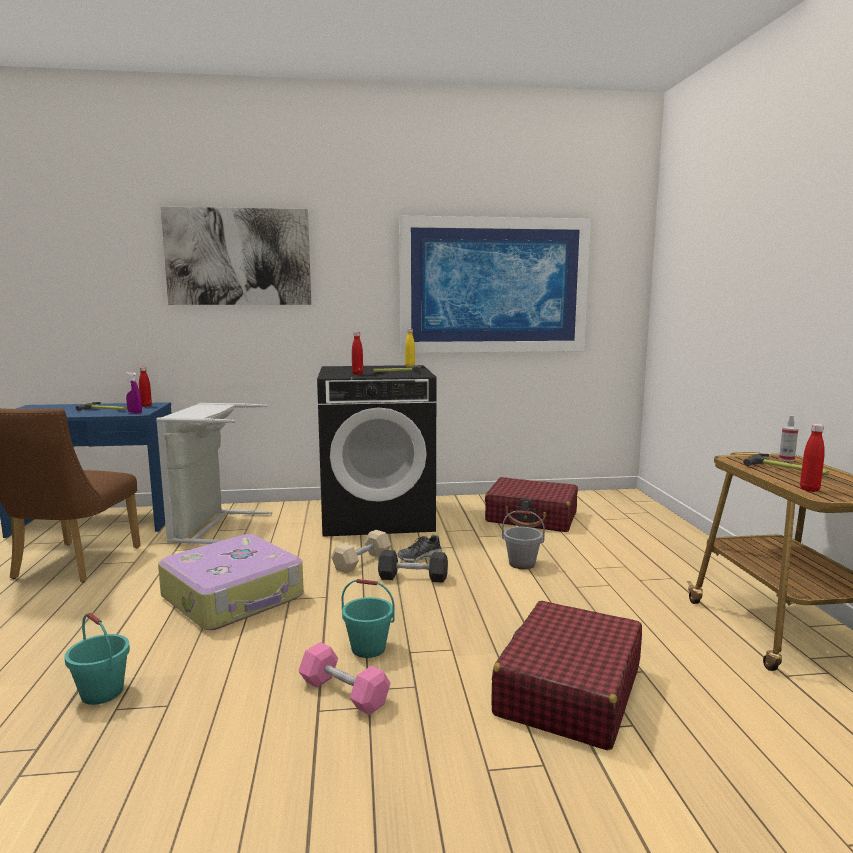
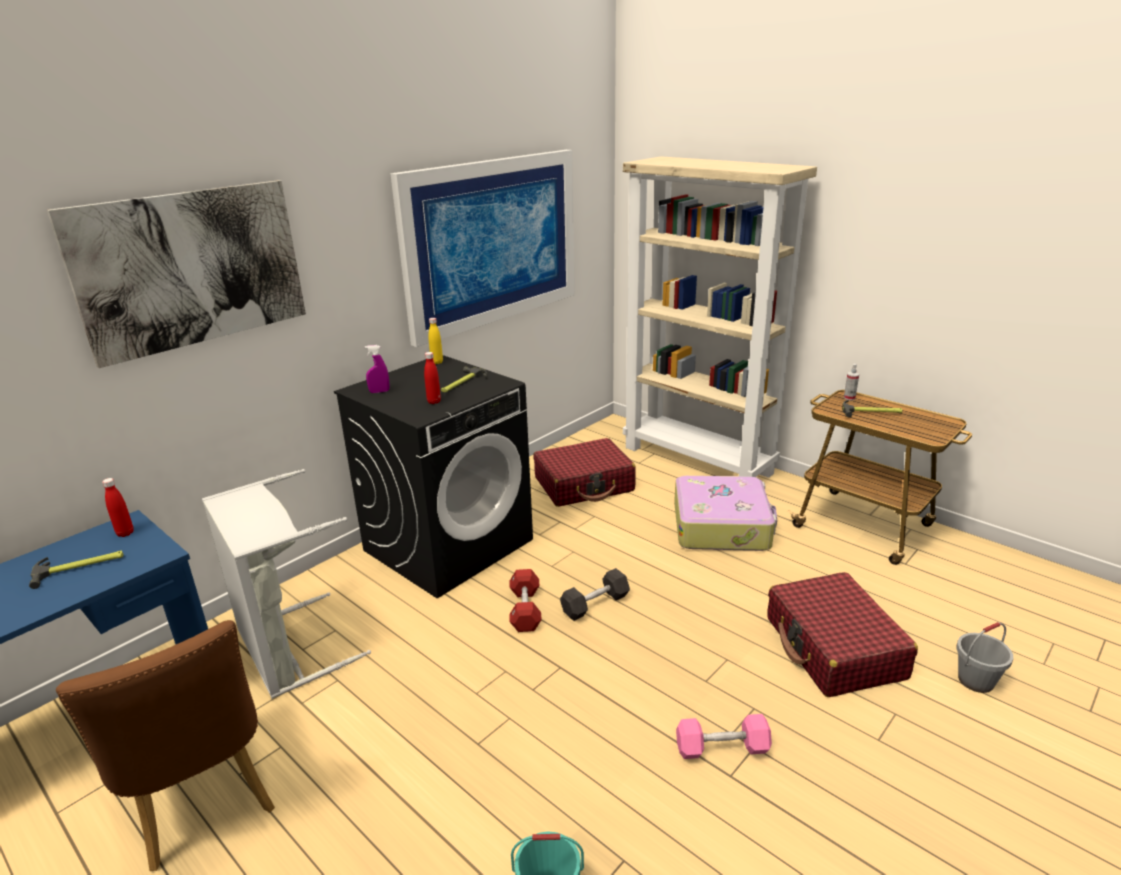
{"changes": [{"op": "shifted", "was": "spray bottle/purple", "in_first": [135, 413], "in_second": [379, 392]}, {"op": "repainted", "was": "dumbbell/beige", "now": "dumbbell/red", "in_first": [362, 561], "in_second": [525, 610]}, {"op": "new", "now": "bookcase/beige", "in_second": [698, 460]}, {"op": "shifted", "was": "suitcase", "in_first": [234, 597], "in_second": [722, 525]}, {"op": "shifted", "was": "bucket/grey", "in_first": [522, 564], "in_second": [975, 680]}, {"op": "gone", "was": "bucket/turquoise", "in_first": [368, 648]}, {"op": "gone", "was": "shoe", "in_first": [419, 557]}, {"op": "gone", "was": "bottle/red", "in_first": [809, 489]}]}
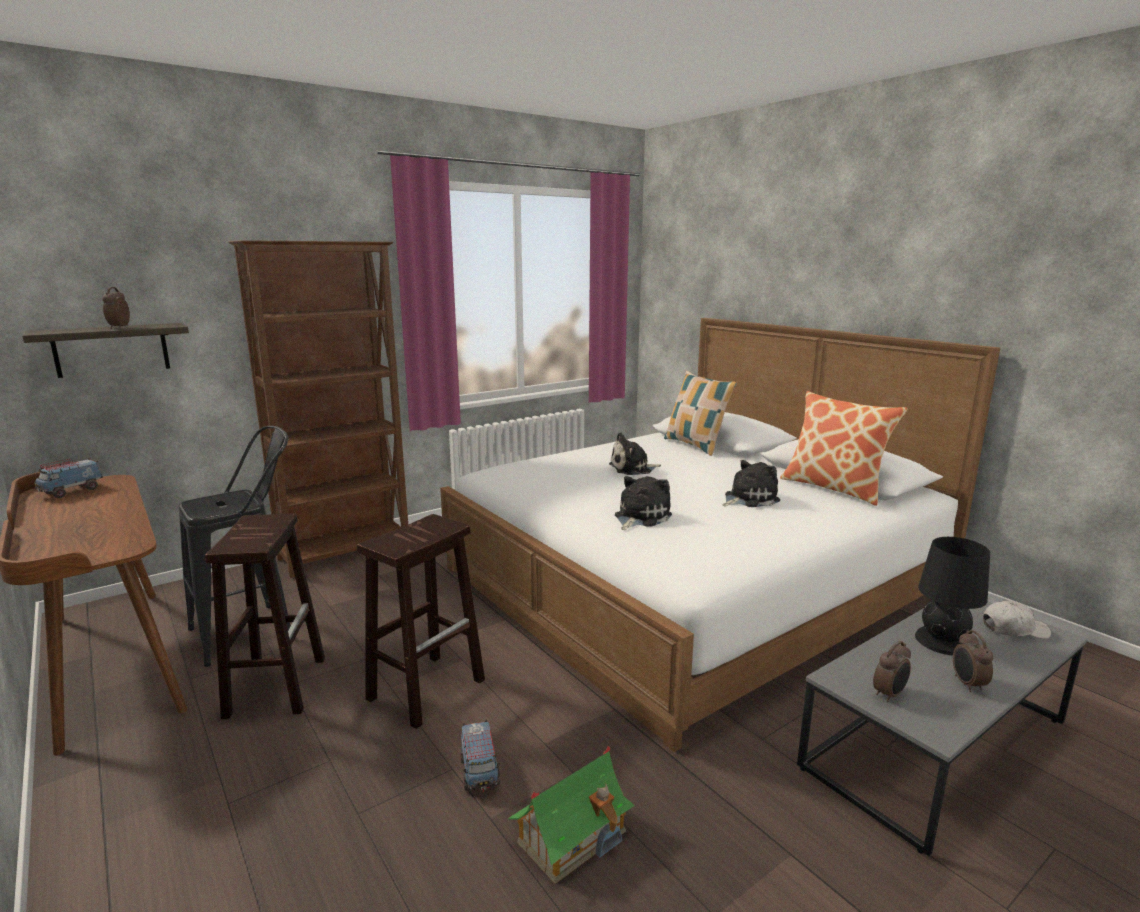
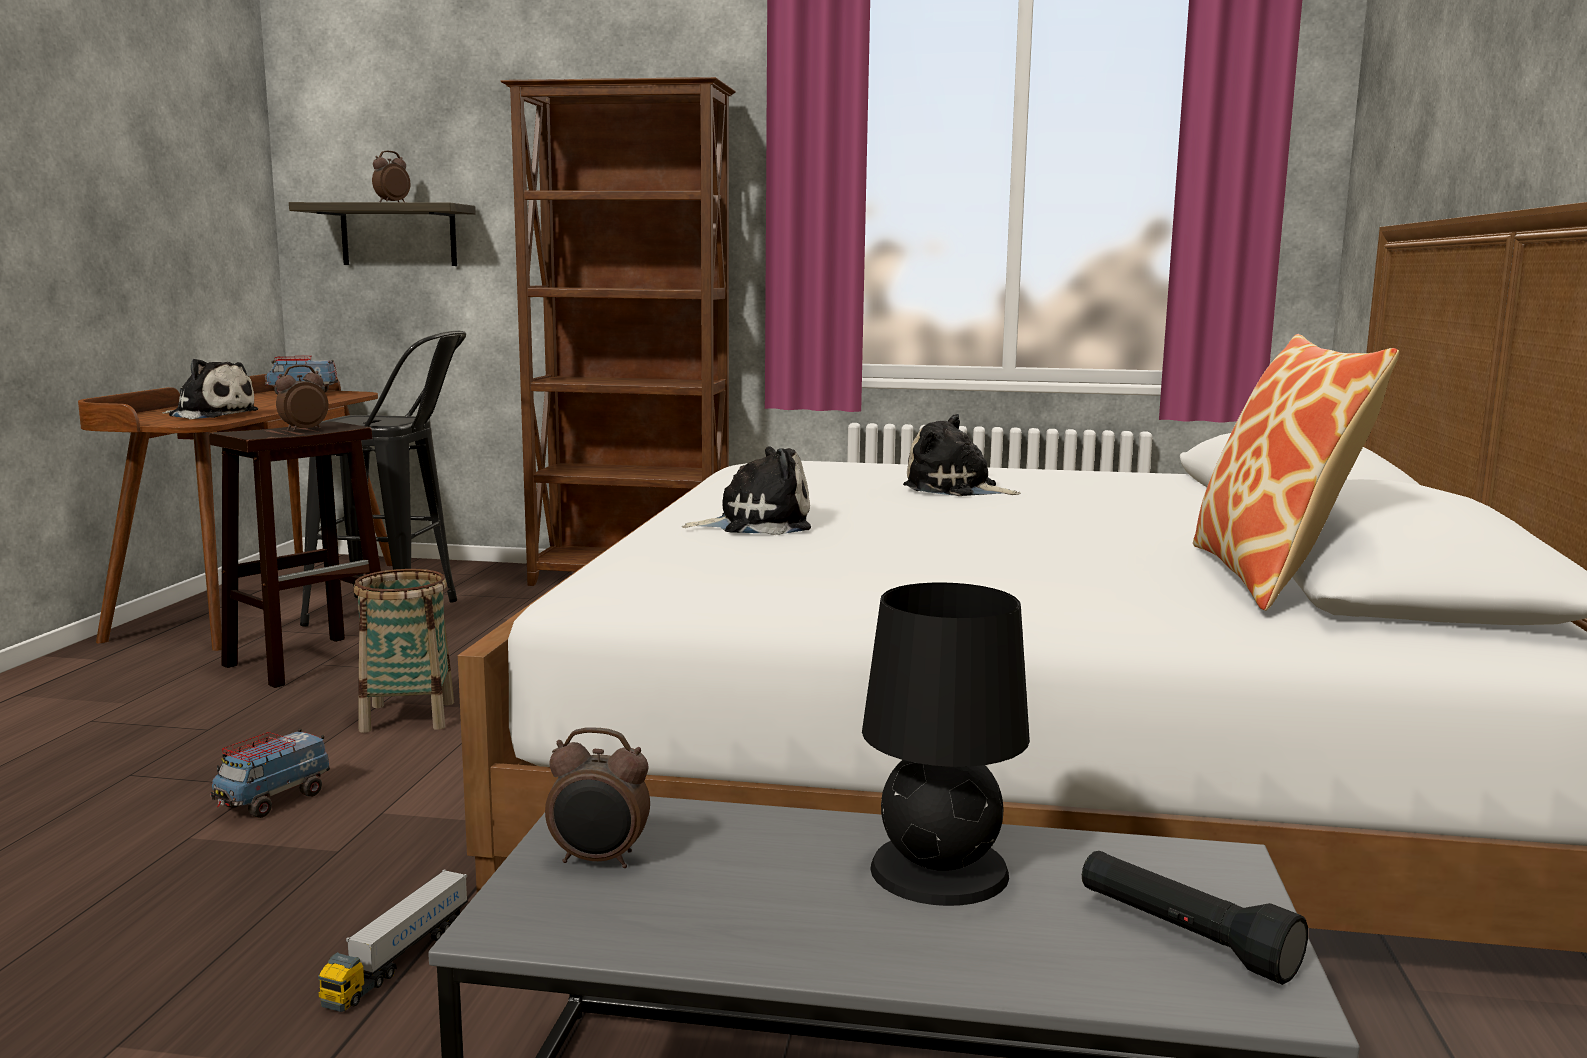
{"changes": [{"op": "shifted", "was": "plush toy", "in_first": [748, 499], "in_second": [210, 415]}, {"op": "shifted", "was": "alarm clock", "in_first": [967, 684], "in_second": [303, 430]}, {"op": "new", "now": "toy truck", "in_second": [398, 960]}, {"op": "swapped", "was": "stool/brown", "now": "basket", "in_first": [427, 688], "in_second": [408, 716]}, {"op": "swapped", "was": "cap/white", "now": "flashlight/black", "in_first": [1014, 629], "in_second": [1183, 937]}, {"op": "gone", "was": "toy house", "in_first": [572, 836]}, {"op": "gone", "was": "pillow", "in_first": [696, 445]}]}
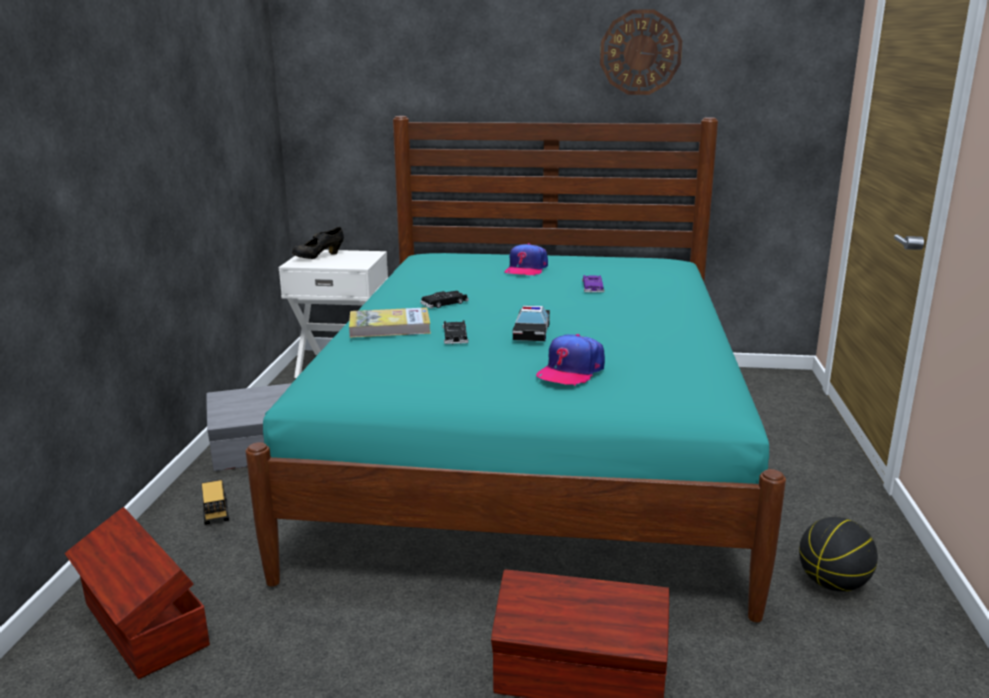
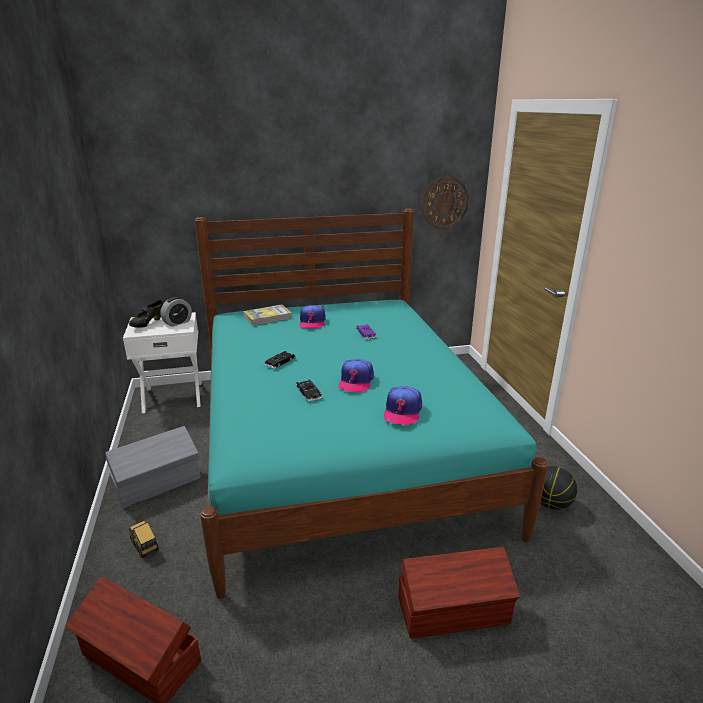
{"changes": [{"op": "new", "now": "alarm clock", "in_second": [177, 323]}, {"op": "shifted", "was": "book", "in_first": [389, 327], "in_second": [267, 317]}, {"op": "swapped", "was": "toy car", "now": "cap", "in_first": [531, 333], "in_second": [355, 381]}, {"op": "shifted", "was": "wall clock", "in_first": [640, 52], "in_second": [444, 203]}]}
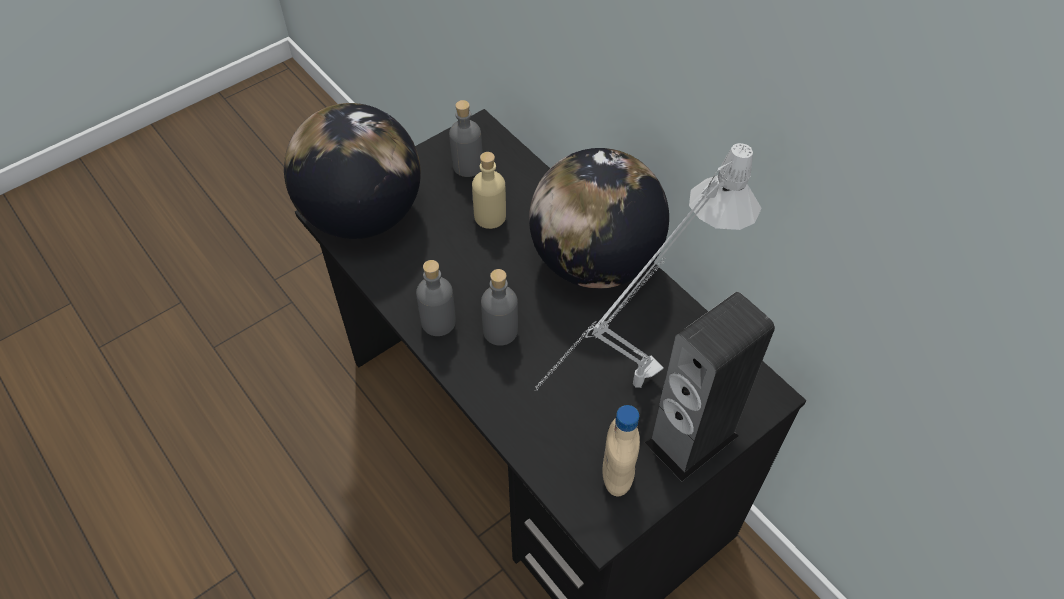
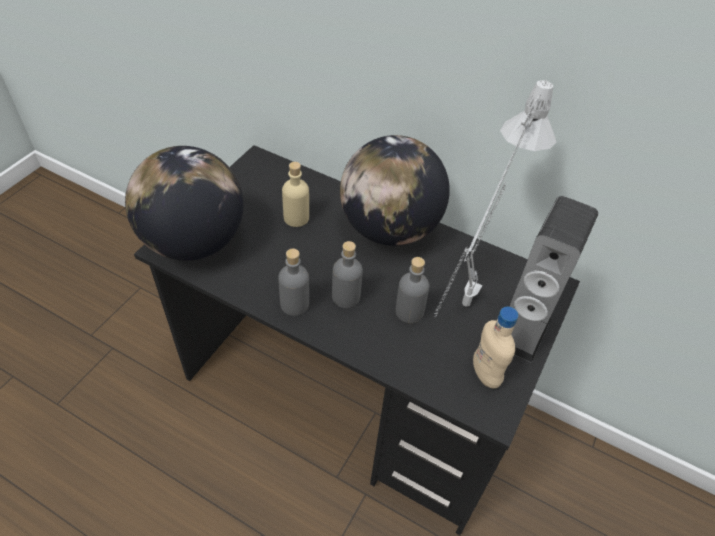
{"changes": [{"op": "shifted", "was": "bottle/grey", "in_first": [467, 166], "in_second": [409, 311]}]}
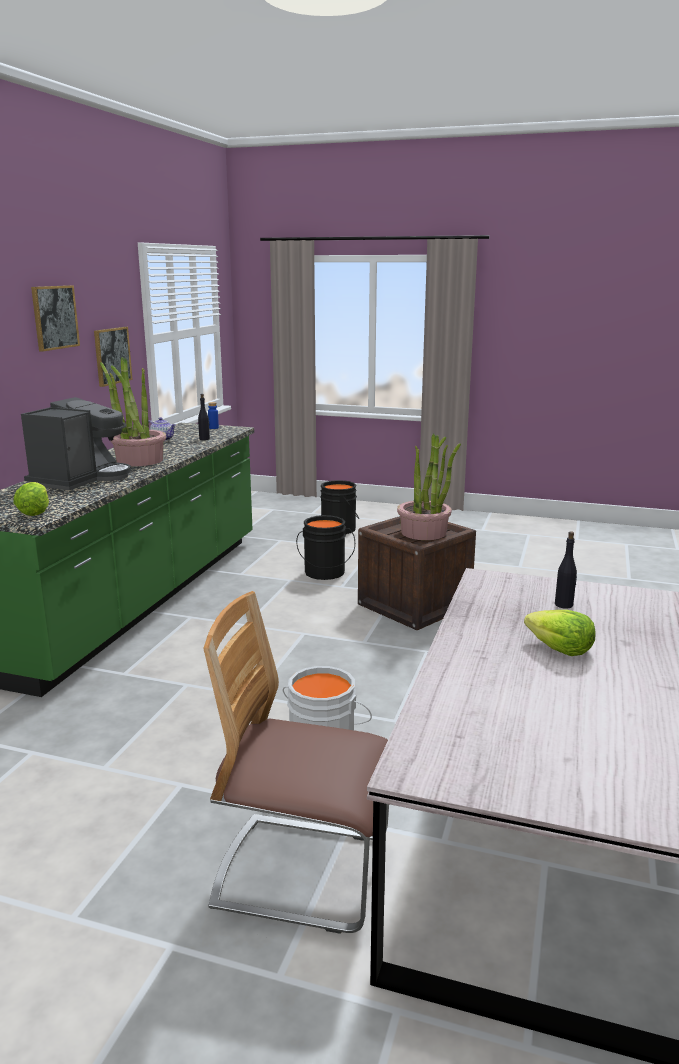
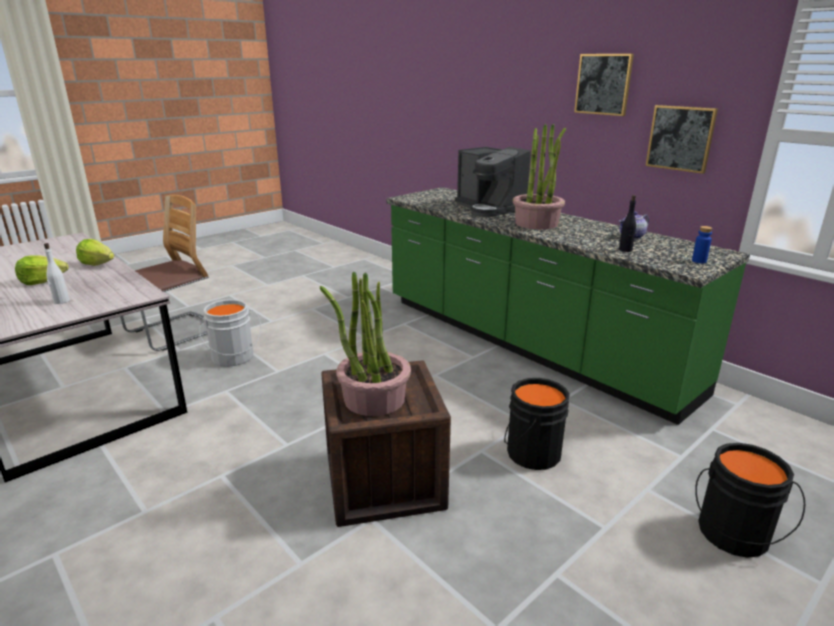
{"changes": [{"op": "repainted", "was": "bottle/black", "now": "bottle/white", "in_first": [564, 605], "in_second": [61, 301]}, {"op": "shifted", "was": "lettuce", "in_first": [34, 512], "in_second": [97, 264]}]}
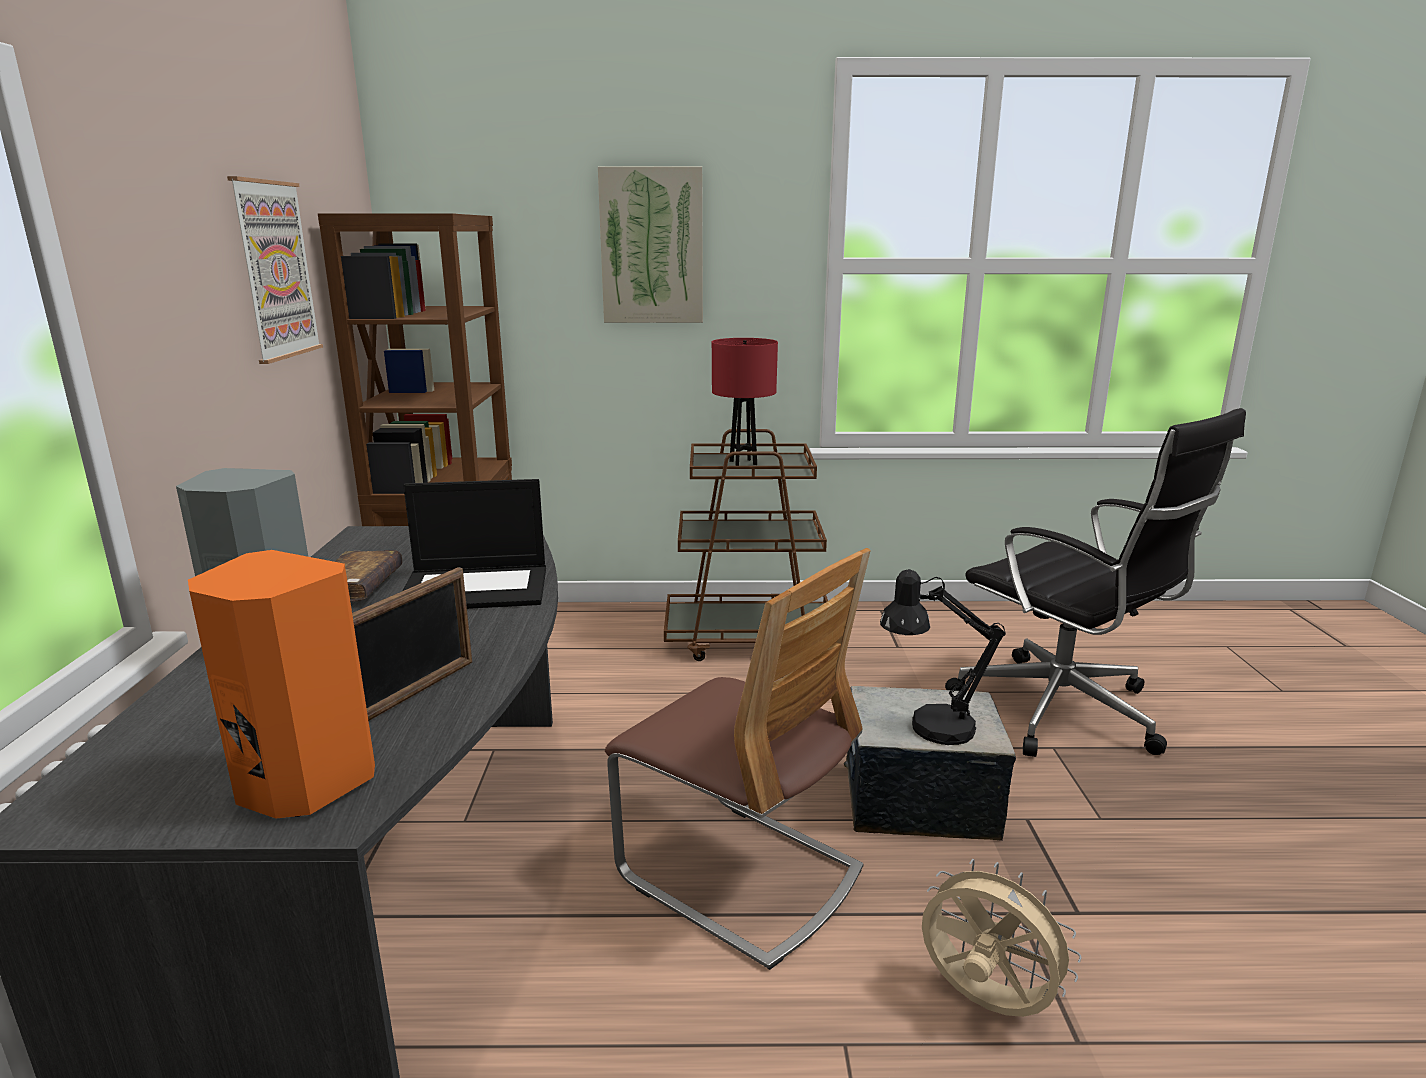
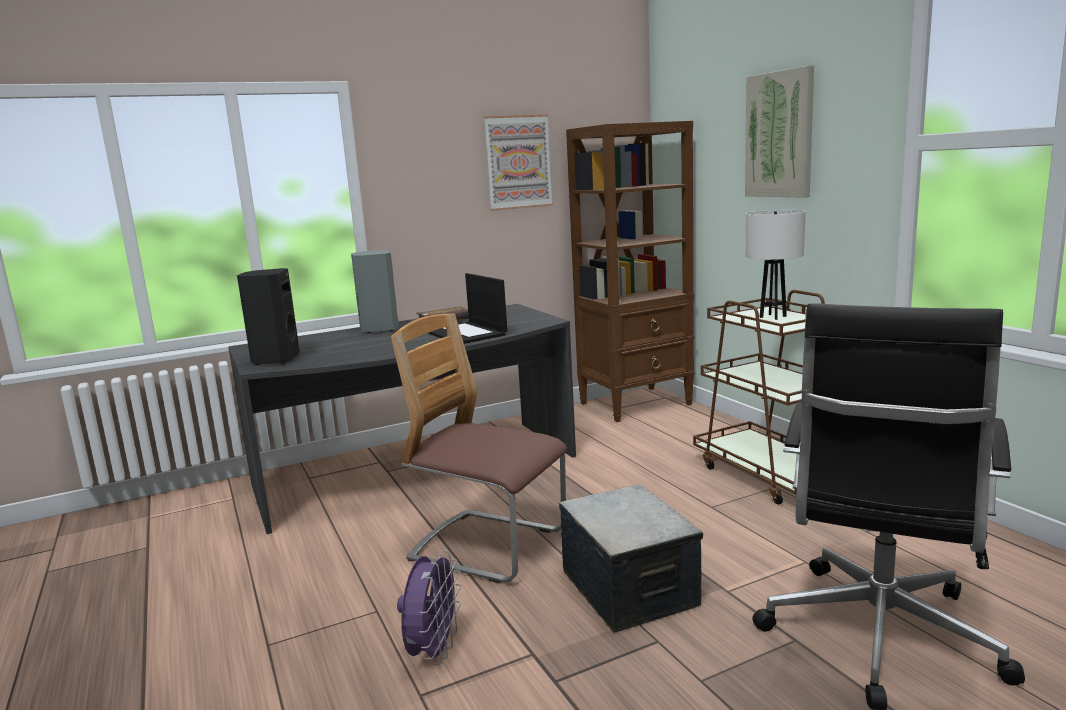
{"changes": [{"op": "repainted", "was": "speaker/orange", "now": "speaker/black", "in_first": [300, 786], "in_second": [275, 360]}, {"op": "rotated", "was": "chair", "in_first": [740, 874], "in_second": [488, 547], "clockwise": 105}, {"op": "repainted", "was": "fan/beige", "now": "fan/purple", "in_first": [983, 1002], "in_second": [434, 652]}, {"op": "repainted", "was": "table lamp/red", "now": "table lamp/white", "in_first": [743, 463], "in_second": [772, 317]}, {"op": "gone", "was": "picture frame", "in_first": [416, 692]}, {"op": "gone", "was": "table lamp/black", "in_first": [929, 728]}]}
